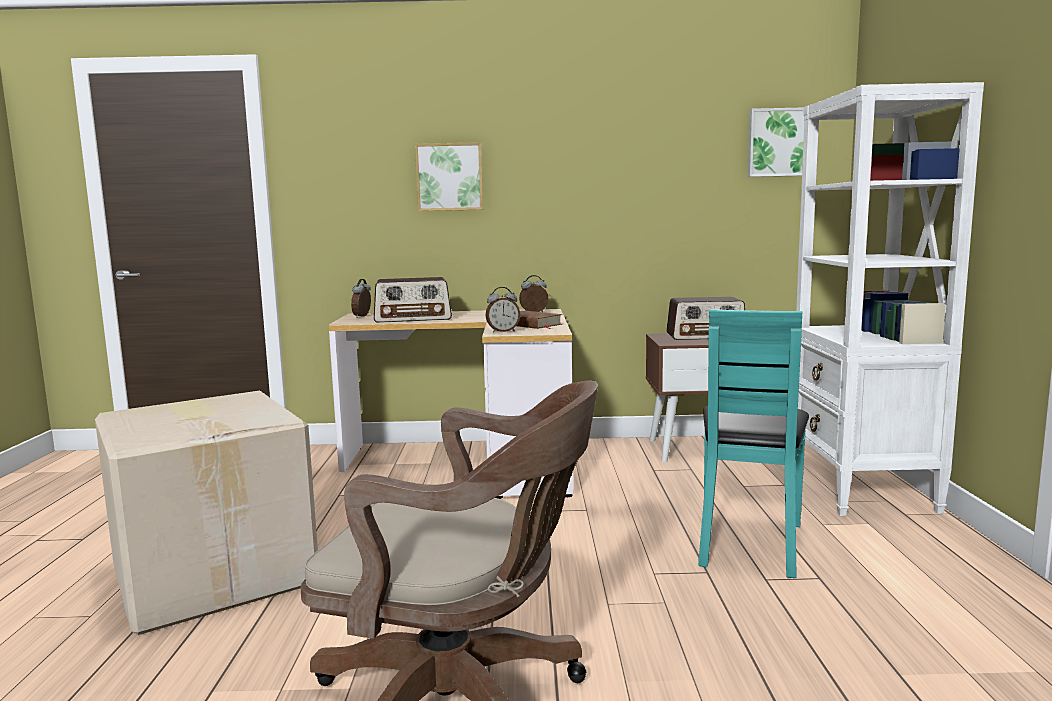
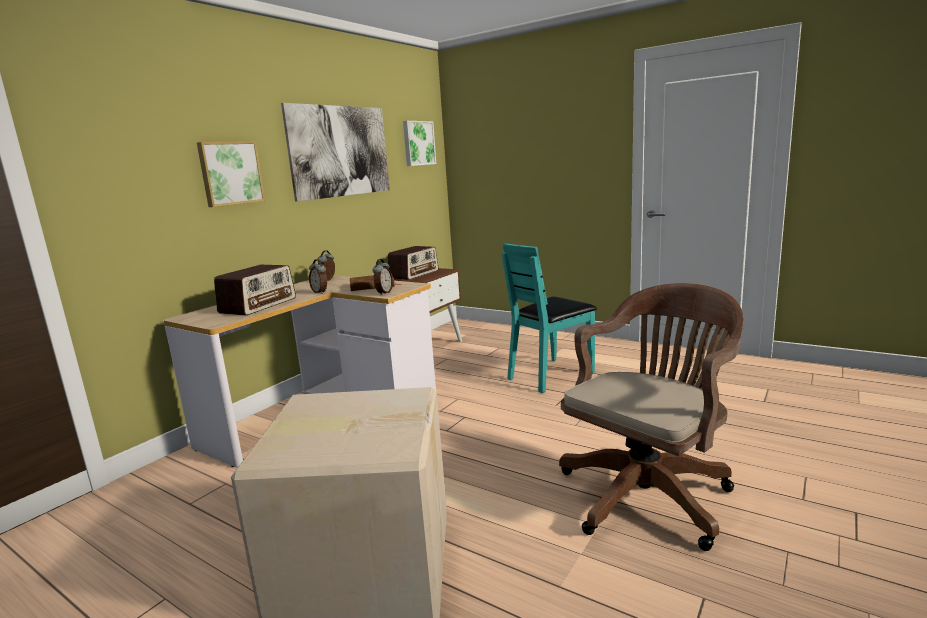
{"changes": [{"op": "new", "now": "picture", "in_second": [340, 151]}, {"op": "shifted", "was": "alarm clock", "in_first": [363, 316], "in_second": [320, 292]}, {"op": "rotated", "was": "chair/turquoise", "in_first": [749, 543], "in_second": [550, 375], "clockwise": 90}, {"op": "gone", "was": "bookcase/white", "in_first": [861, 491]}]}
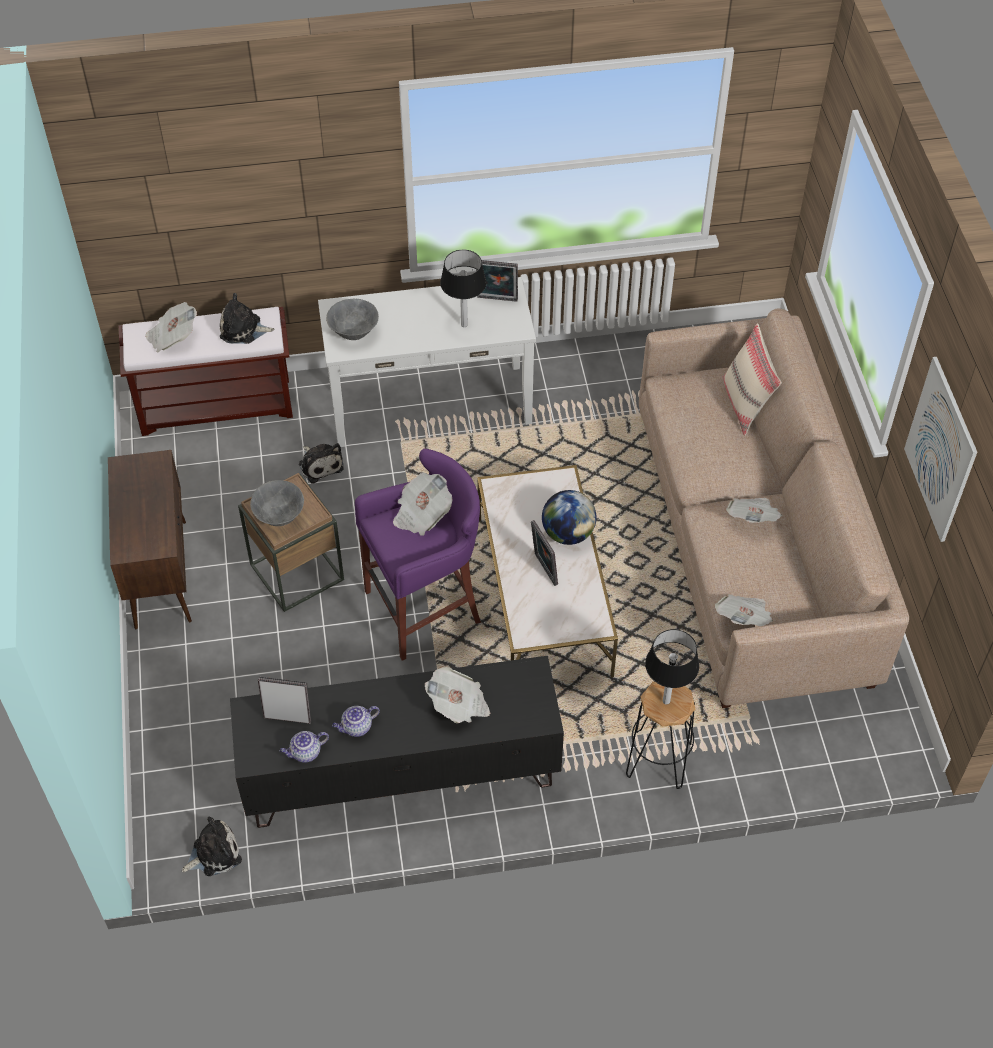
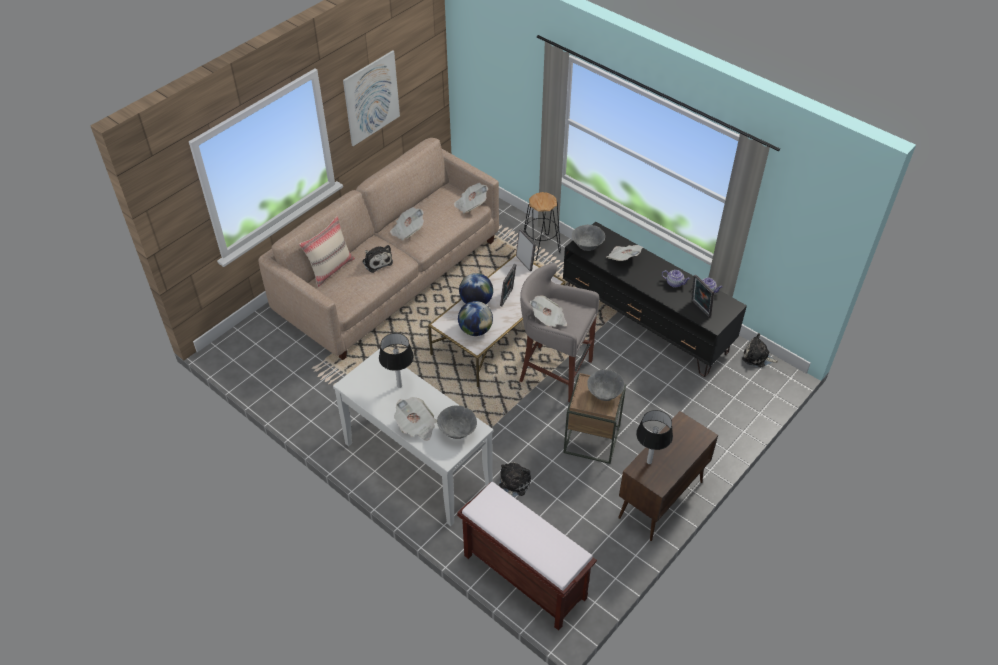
{"changes": [{"op": "shifted", "was": "plush toy", "in_first": [243, 329], "in_second": [377, 261]}, {"op": "shifted", "was": "newspaper", "in_first": [172, 337], "in_second": [416, 426]}, {"op": "new", "now": "globe", "in_second": [475, 330]}, {"op": "shifted", "was": "picture frame", "in_first": [497, 300], "in_second": [525, 262]}, {"op": "repainted", "was": "stool/purple", "now": "stool/grey", "in_first": [426, 608], "in_second": [553, 371]}, {"op": "new", "now": "bowl/grey", "in_second": [587, 246]}, {"op": "shifted", "was": "table lamp", "in_first": [666, 701], "in_second": [649, 461]}]}
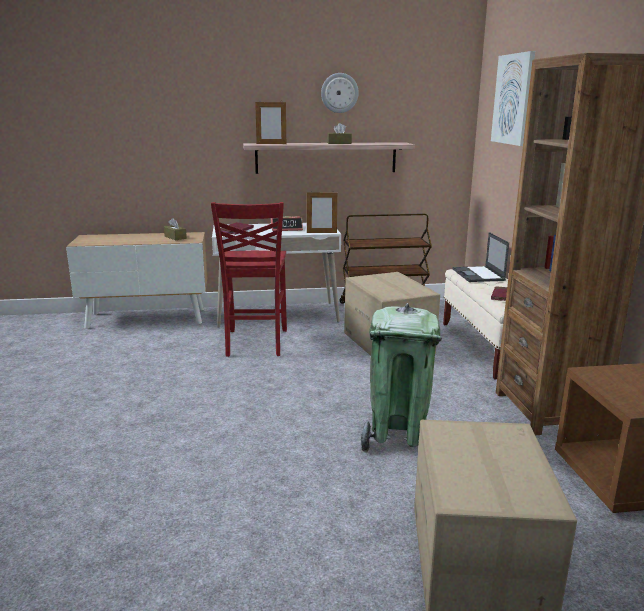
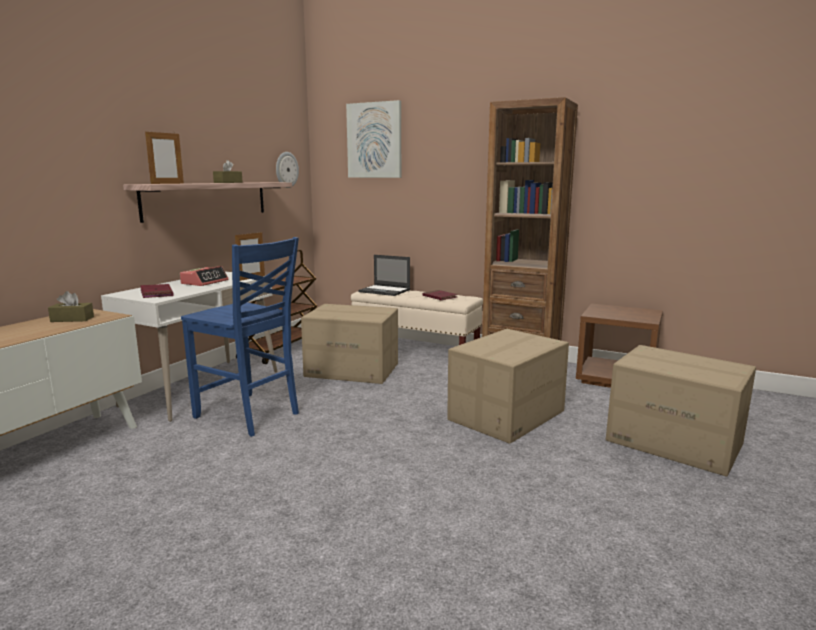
{"changes": [{"op": "repainted", "was": "chair/red", "now": "chair/blue", "in_first": [255, 343], "in_second": [249, 415]}, {"op": "shifted", "was": "wall clock", "in_first": [339, 93], "in_second": [286, 170]}, {"op": "swapped", "was": "trash can/green", "now": "cardboard box", "in_first": [397, 438], "in_second": [507, 416]}]}
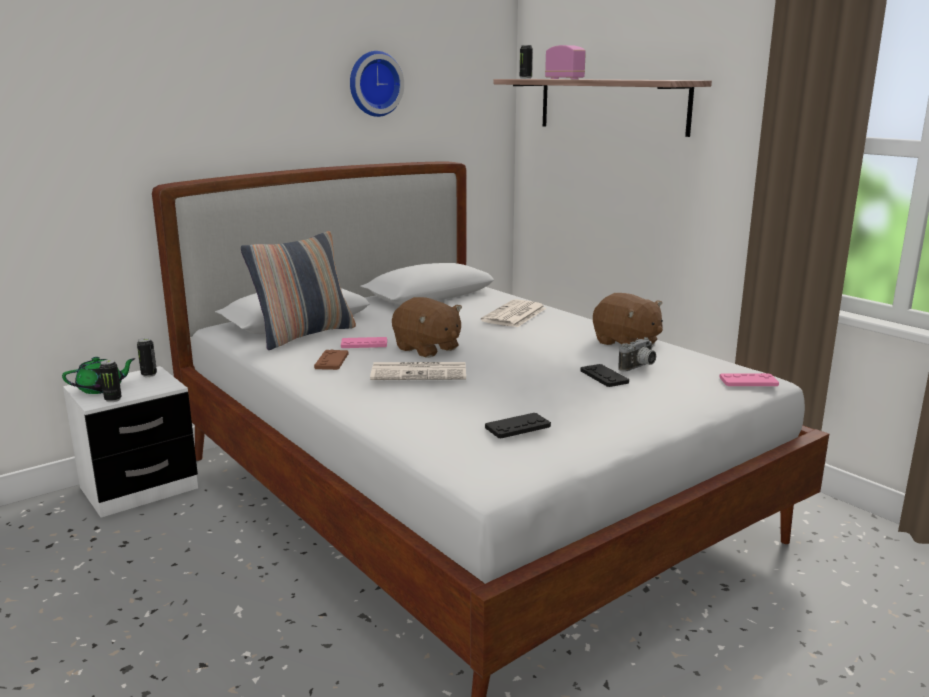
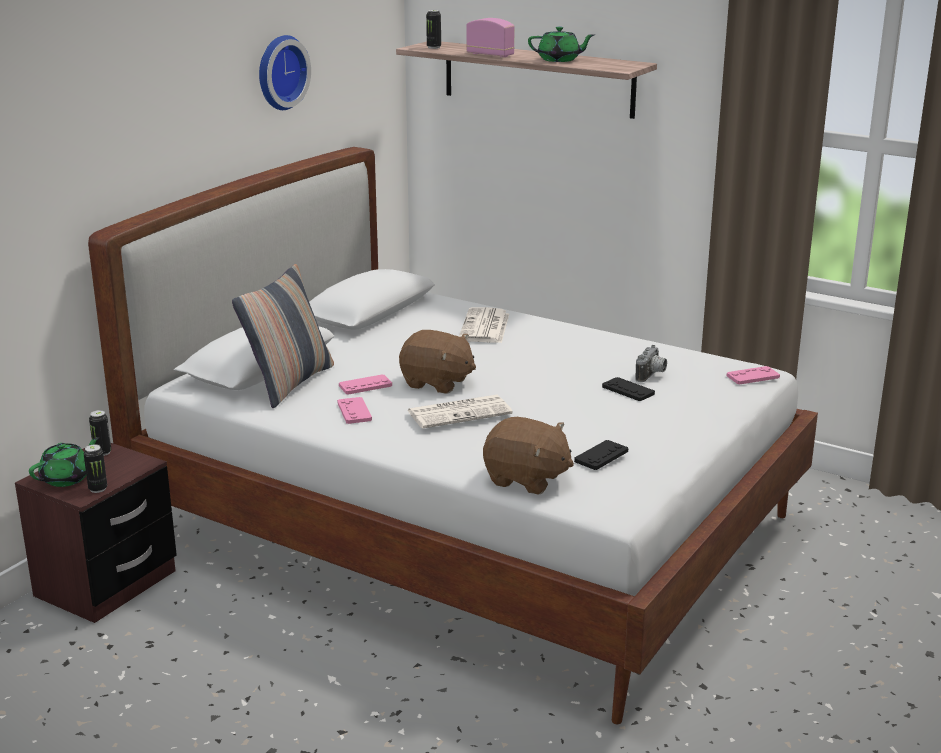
{"changes": [{"op": "repainted", "was": "nightstand/white", "now": "nightstand/brown", "in_first": [139, 488], "in_second": [106, 584]}, {"op": "repainted", "was": "game controller/brown", "now": "game controller/pink", "in_first": [331, 361], "in_second": [354, 411]}, {"op": "shifted", "was": "plush toy/brown", "in_first": [626, 343], "in_second": [526, 479]}, {"op": "new", "now": "teapot/green", "in_second": [559, 60]}]}
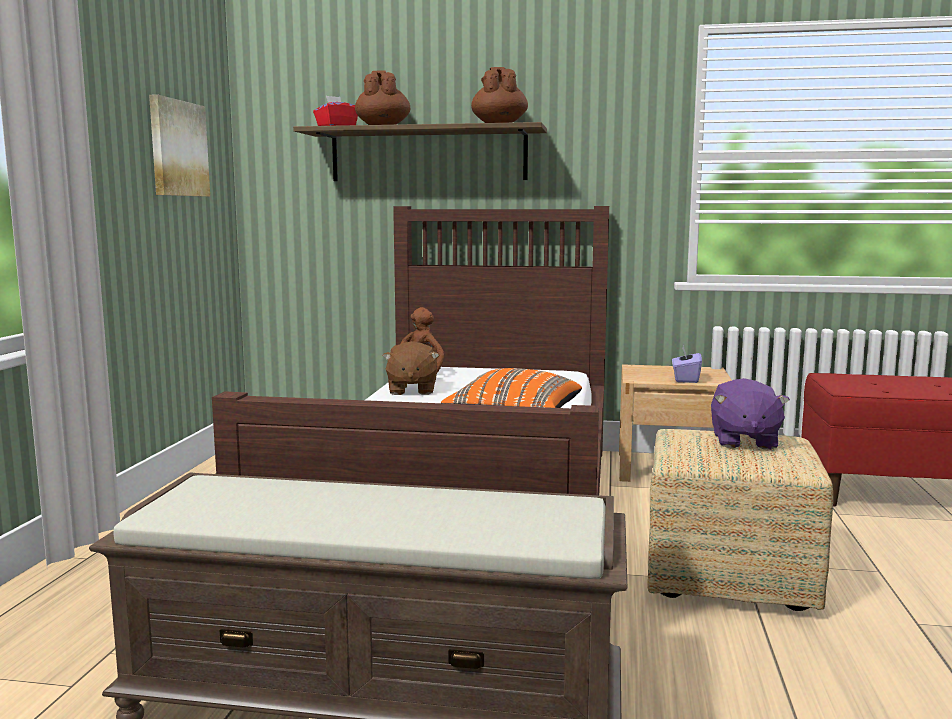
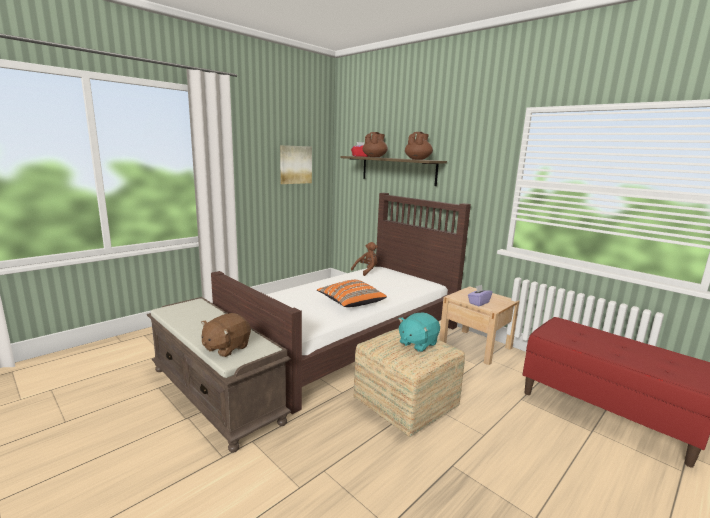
{"changes": [{"op": "shifted", "was": "plush toy/brown", "in_first": [411, 390], "in_second": [226, 348]}, {"op": "repainted", "was": "plush toy/purple", "now": "plush toy/turquoise", "in_first": [743, 441], "in_second": [417, 344]}]}
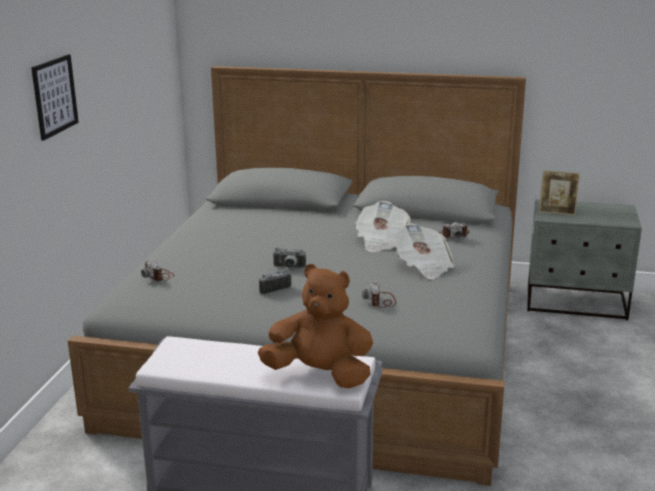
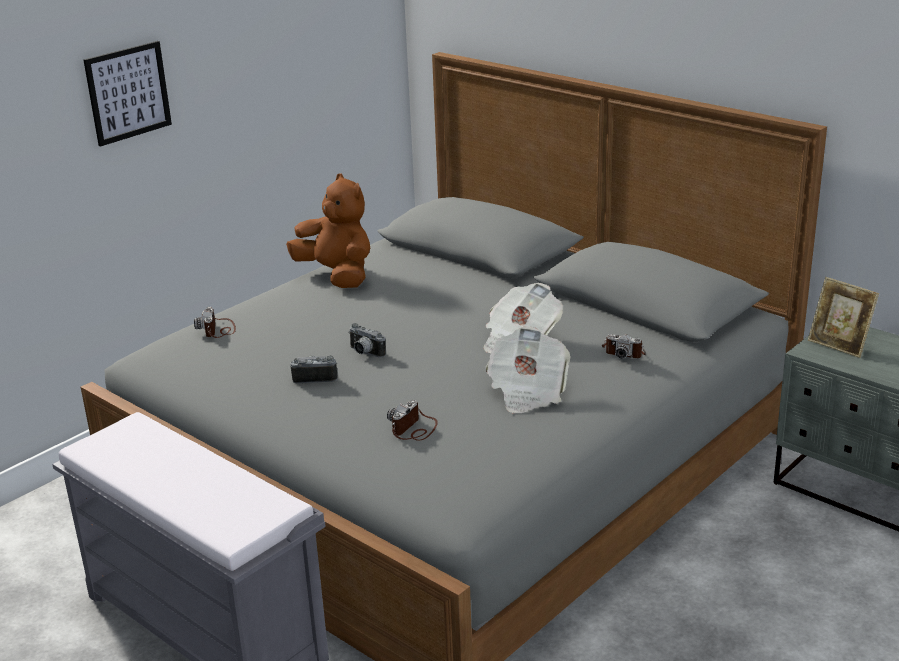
{"changes": [{"op": "shifted", "was": "plush toy/brown", "in_first": [320, 375], "in_second": [337, 275]}]}
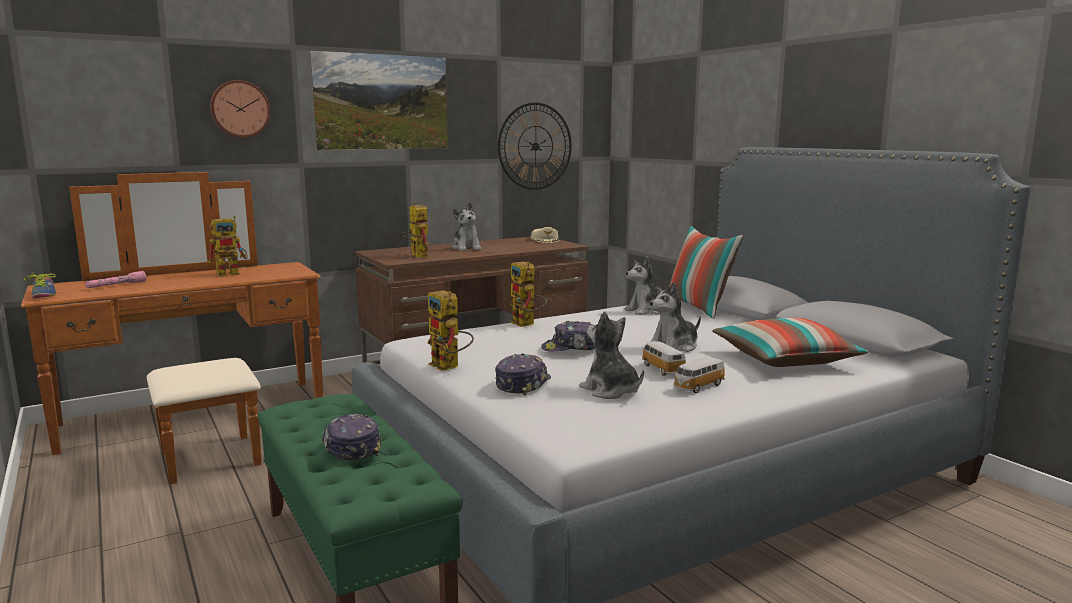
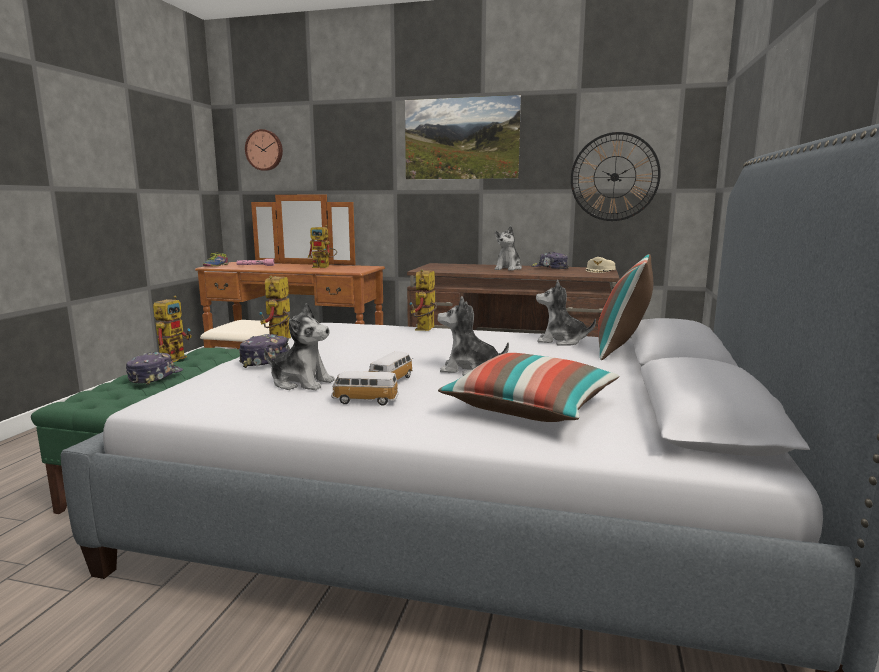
{"changes": [{"op": "shifted", "was": "toy robot", "in_first": [416, 255], "in_second": [175, 357]}, {"op": "shifted", "was": "wall clock", "in_first": [240, 109], "in_second": [265, 150]}, {"op": "rotated", "was": "plush toy", "in_first": [611, 391], "in_second": [301, 382], "clockwise": 105}, {"op": "shifted", "was": "cap", "in_first": [571, 348], "in_second": [549, 268]}]}
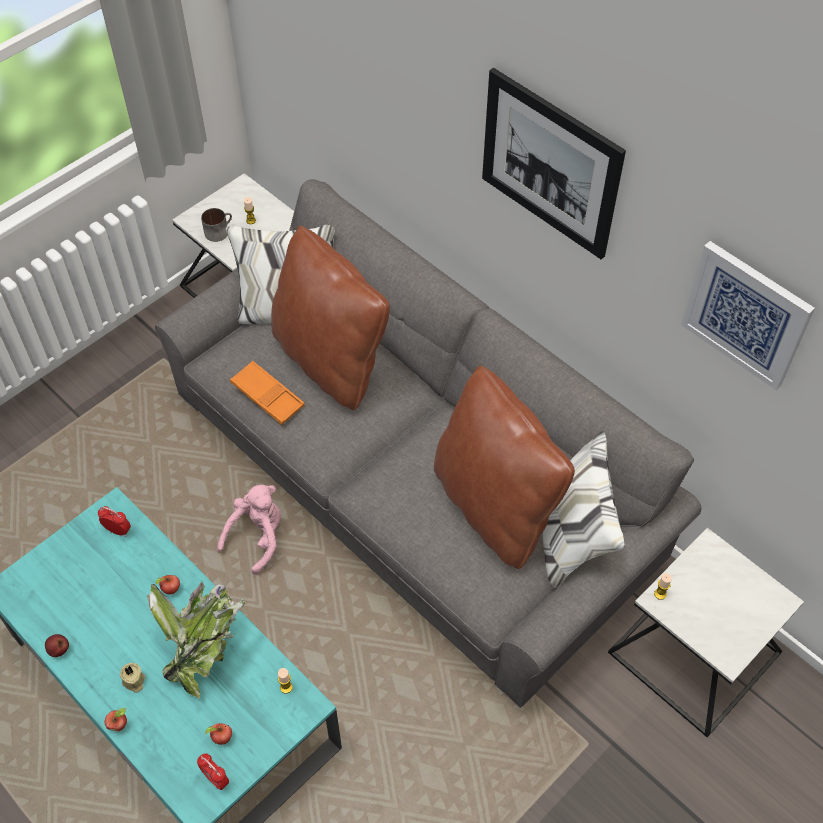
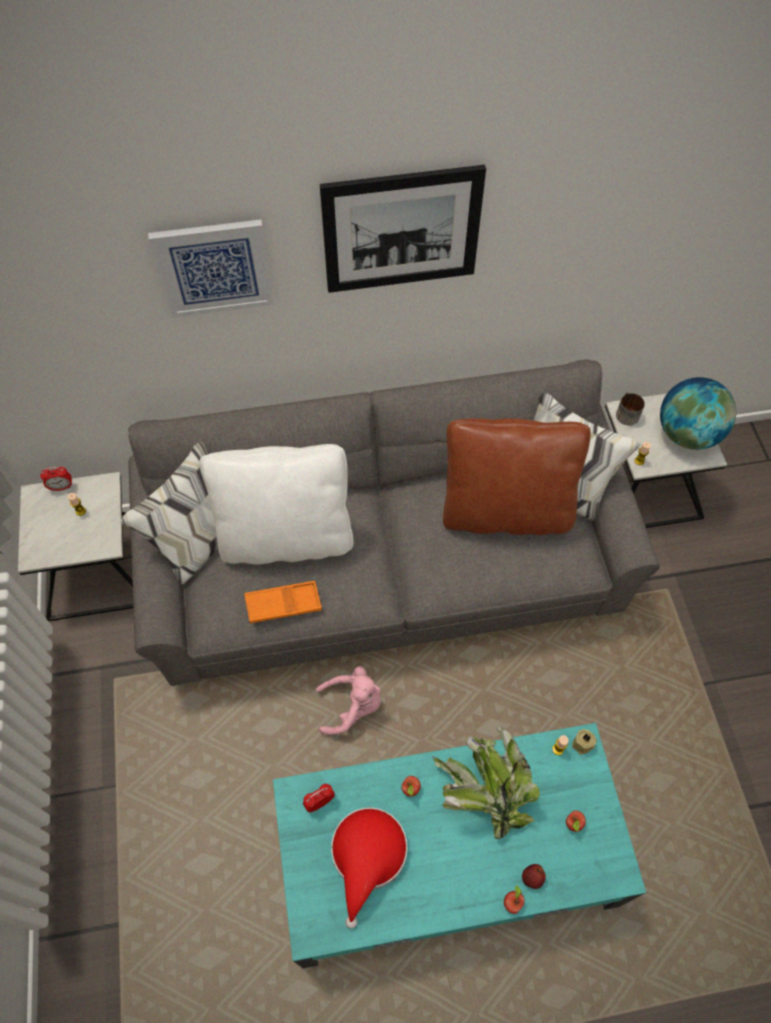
{"changes": [{"op": "shifted", "was": "alarm clock", "in_first": [216, 778], "in_second": [61, 487]}, {"op": "shifted", "was": "picture", "in_first": [746, 314], "in_second": [214, 267]}, {"op": "repainted", "was": "pillow/brown", "now": "pillow/white", "in_first": [330, 360], "in_second": [286, 538]}, {"op": "rotated", "was": "plush toy/pink", "in_first": [257, 537], "in_second": [352, 706], "clockwise": 105}, {"op": "new", "now": "hat/red", "in_second": [368, 857]}, {"op": "shifted", "was": "apple", "in_first": [59, 650], "in_second": [532, 878]}, {"op": "shifted", "was": "candle/beige", "in_first": [134, 682], "in_second": [583, 744]}, {"op": "shifted", "was": "mug", "in_first": [218, 231], "in_second": [625, 413]}, {"op": "new", "now": "globe", "in_second": [687, 434]}]}
